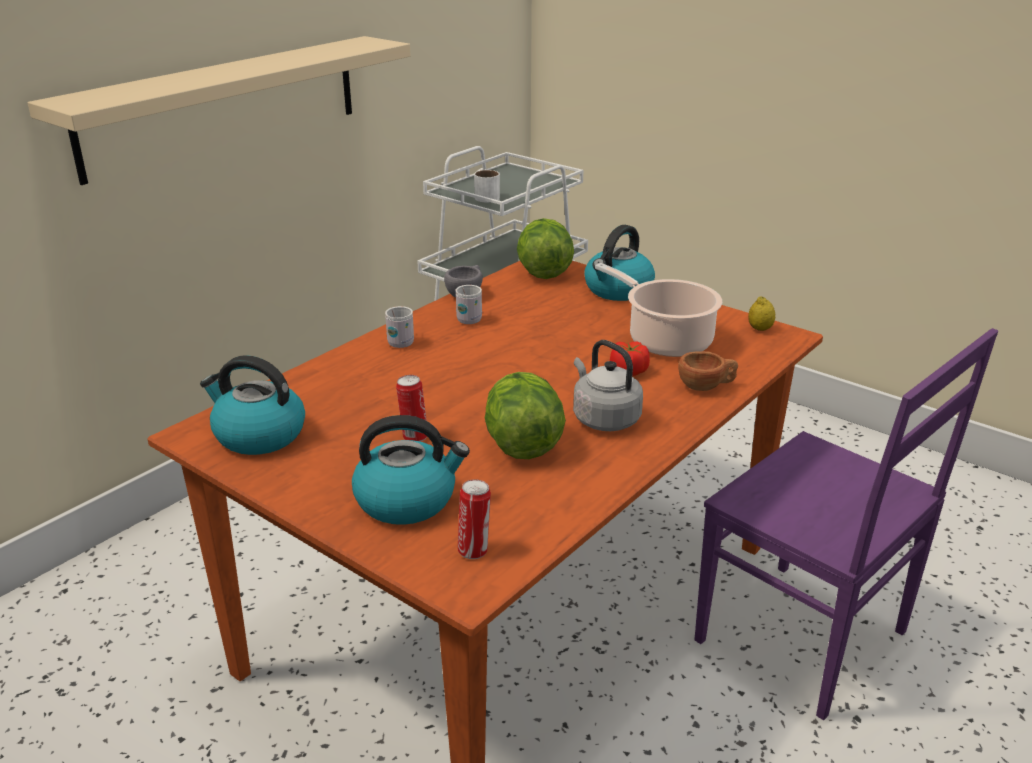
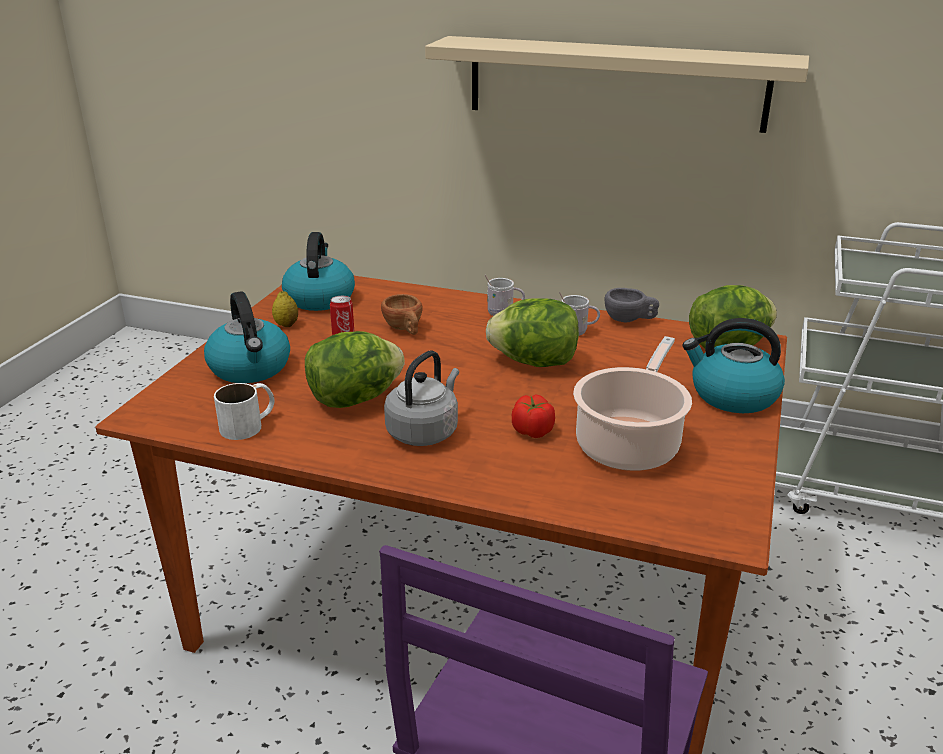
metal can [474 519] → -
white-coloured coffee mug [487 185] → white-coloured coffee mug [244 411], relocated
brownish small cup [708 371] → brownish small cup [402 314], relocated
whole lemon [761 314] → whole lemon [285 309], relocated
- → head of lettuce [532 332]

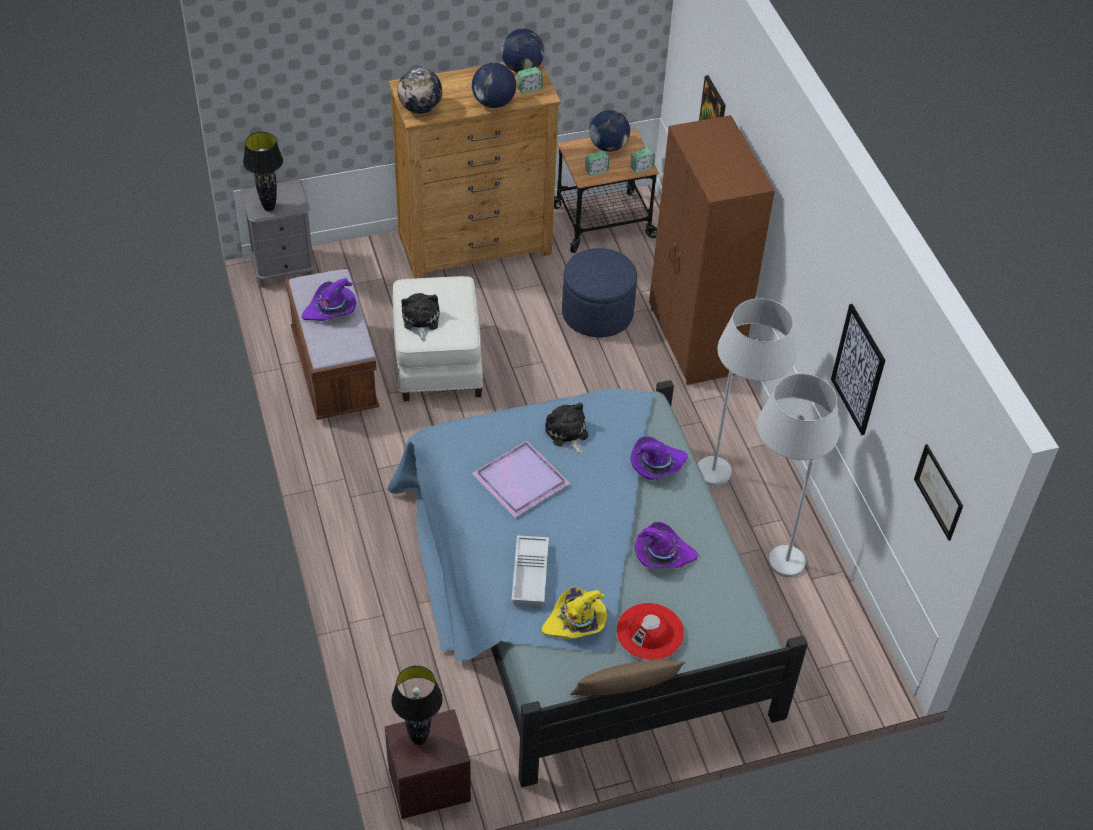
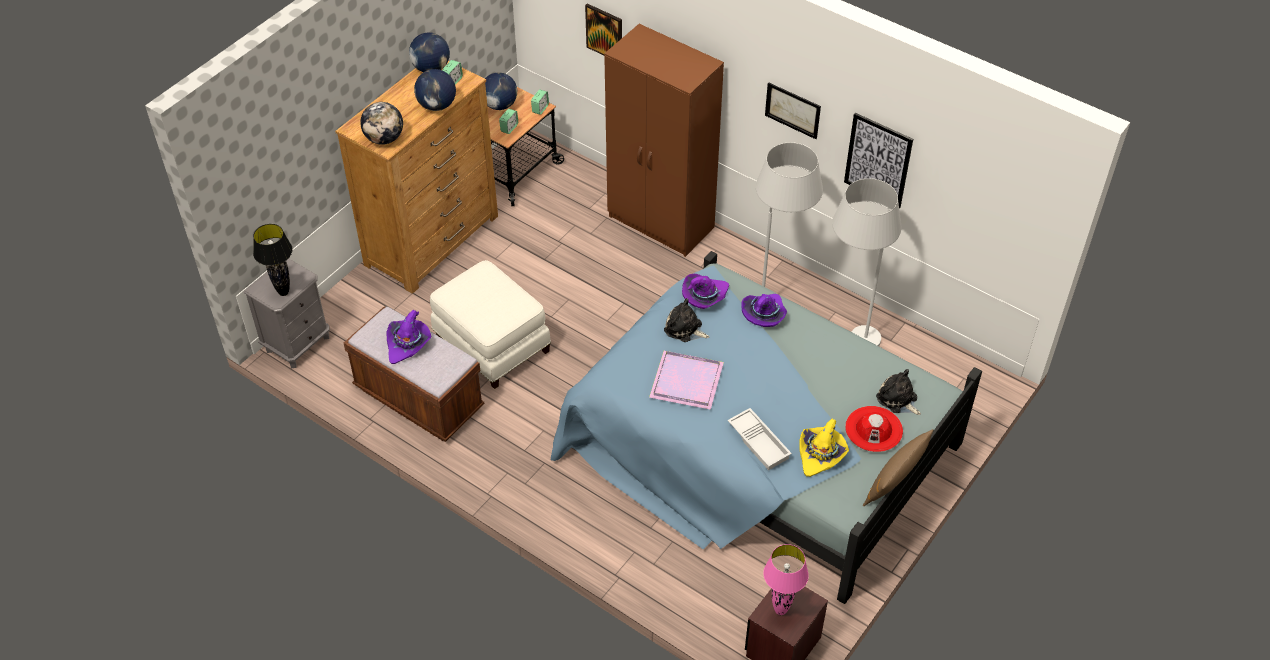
black tabletop lamp [417 705] → pinkish tabletop lamp [786 579]
cuddly toy [420 317] → cuddly toy [898 392], relocated
blue pouffe [599 292] → -
purple hat [666 545] → purple hat [705 291], relocated
picture [938 492] → picture [793 110], relocated

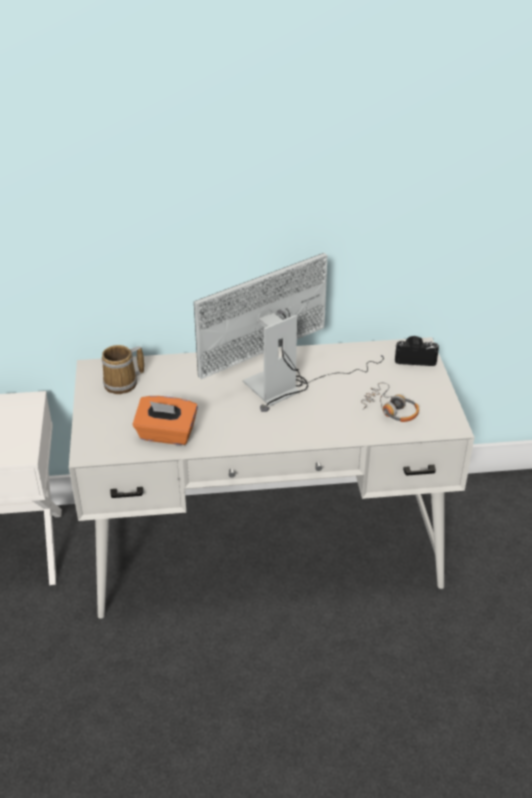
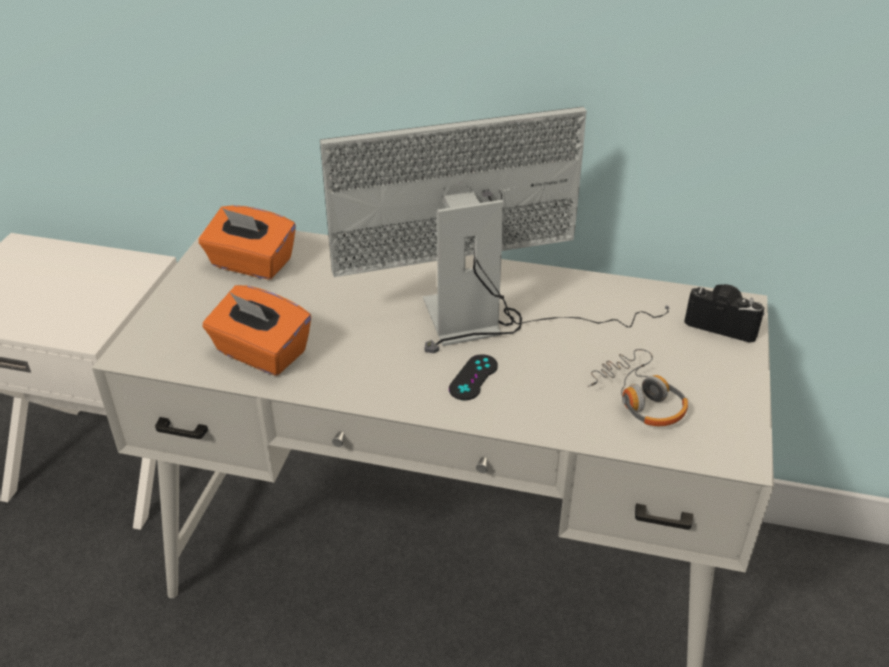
coffee mug [122 369] → orangey tissue box [247 242]
- → black joypad [473 377]

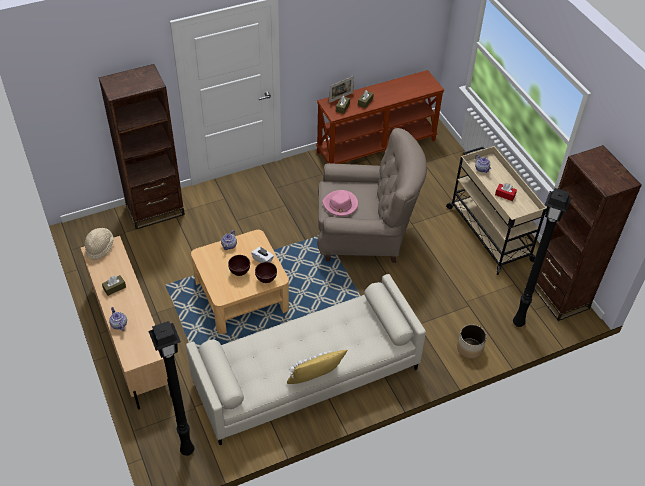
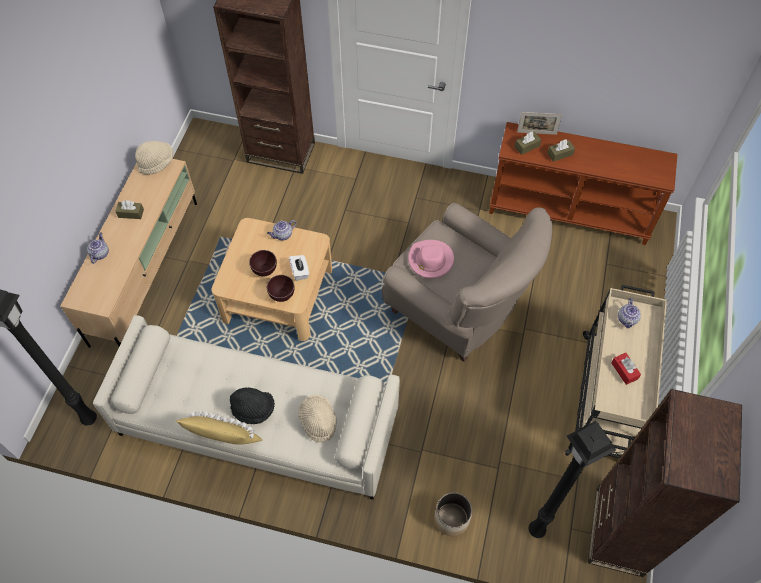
- → black hat [252 406]
- → beige hat [317 418]

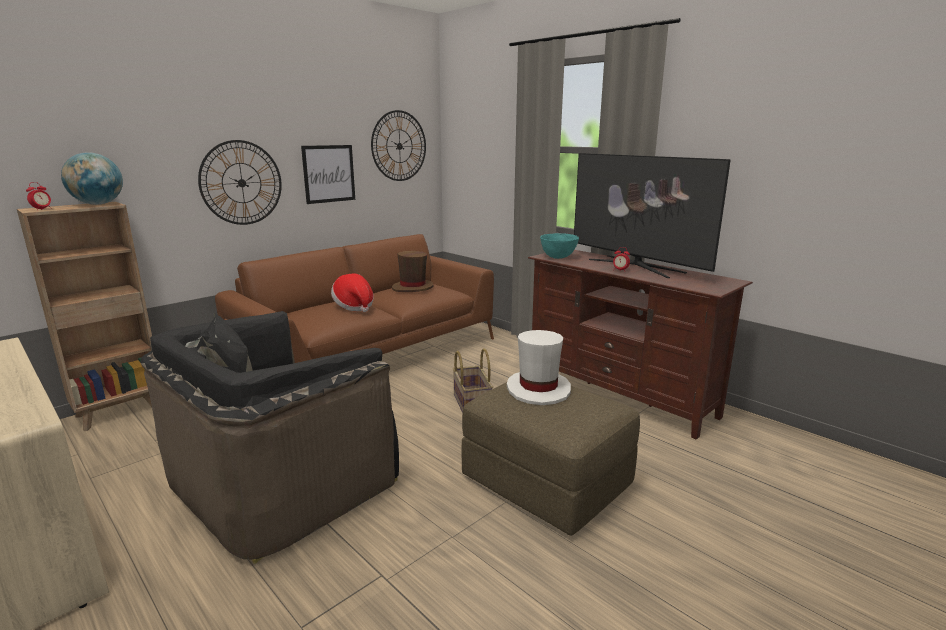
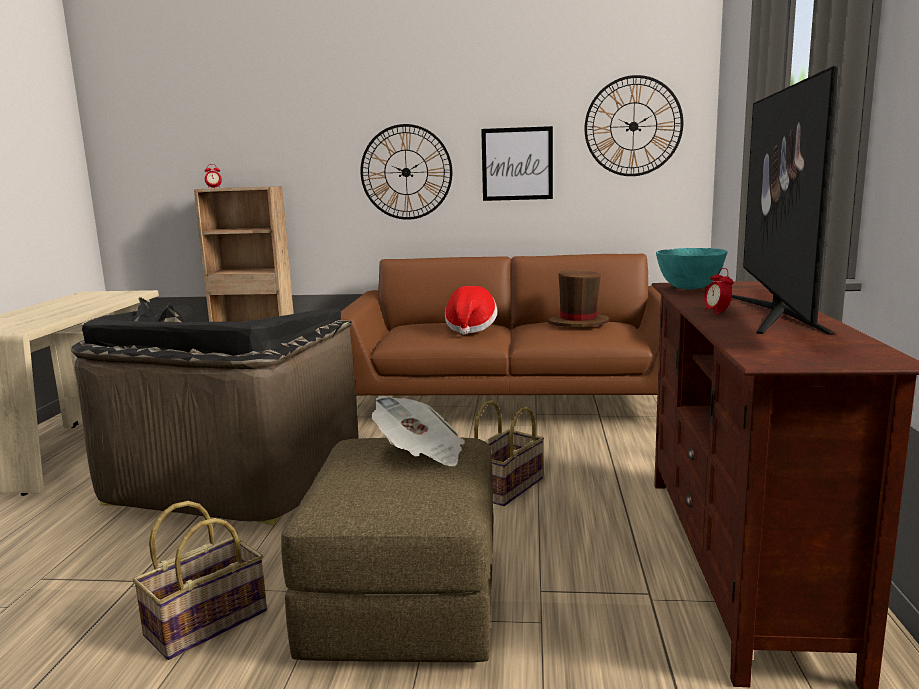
globe [92 178] → -
black easy chair [269 437] → black easy chair [214 411], 75 degrees counterclockwise
white-coloured hat [539 367] → daily paper [418 431]
- → basket [199 580]

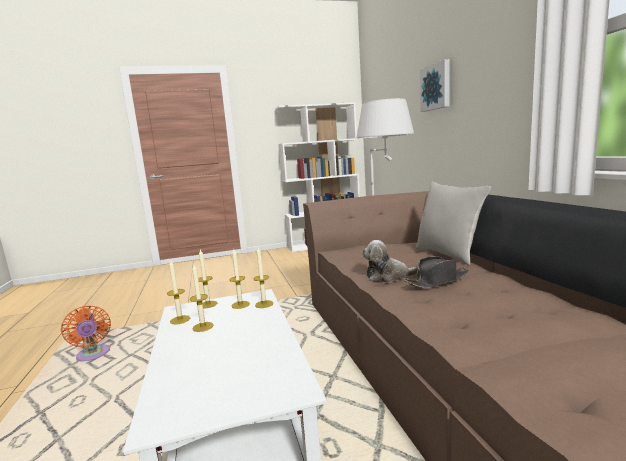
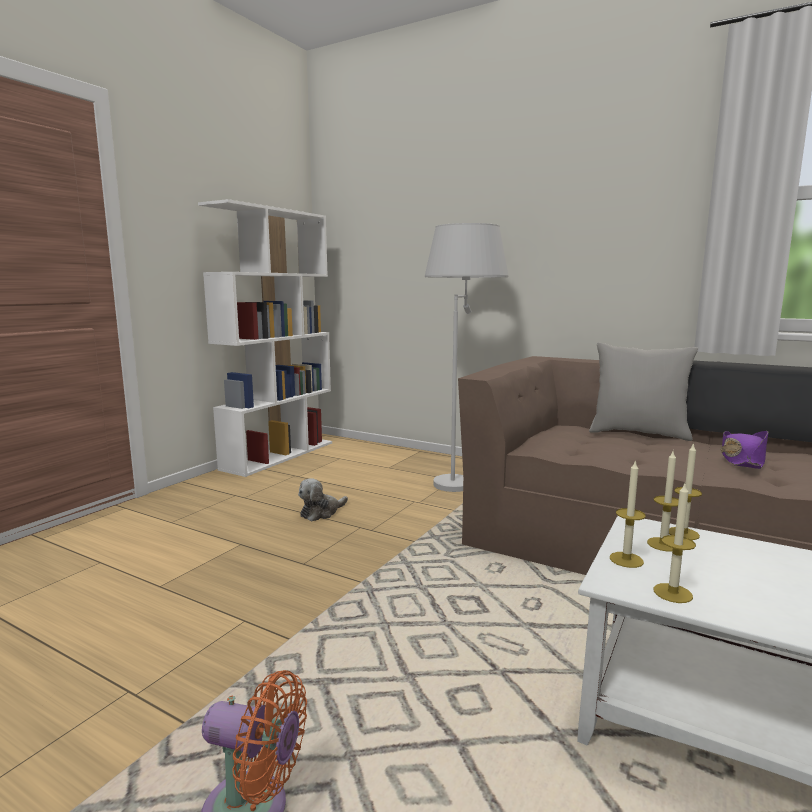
wax light [202 298] → -
cuddly toy [390 261] → cuddly toy [323 499], relocated
black hat [436 272] → purple hat [744 450]
picture [435 85] → -

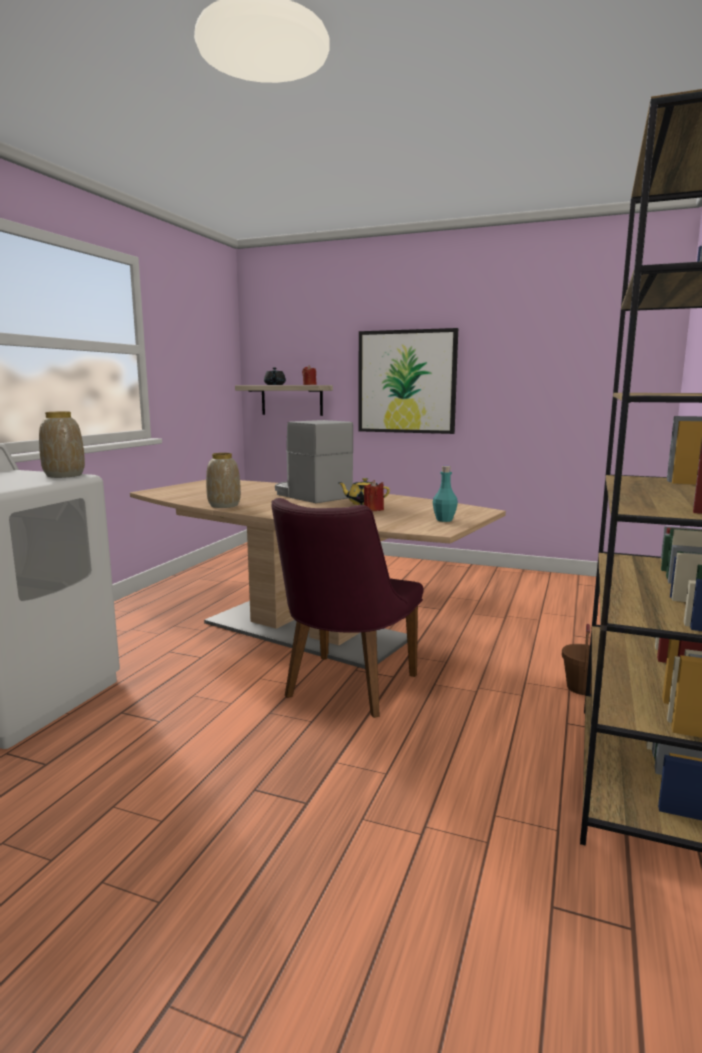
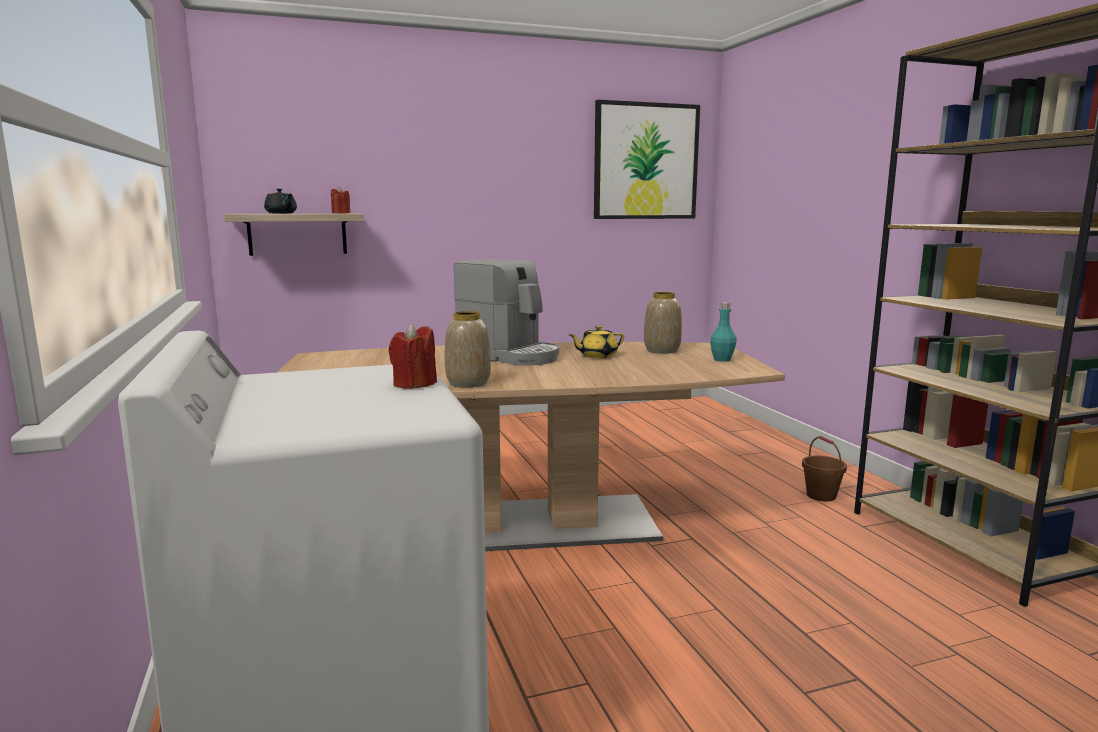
decorative vase [62 445] → decorative vase [663 323], relocated
purple upright chair [347 608] → -
coffee brewer [314 461] → coffee brewer [506 312], 150 degrees counterclockwise
picture [408 381] → picture [647 159], relocated
reddish wax light [374 495] → reddish wax light [413 356], relocated

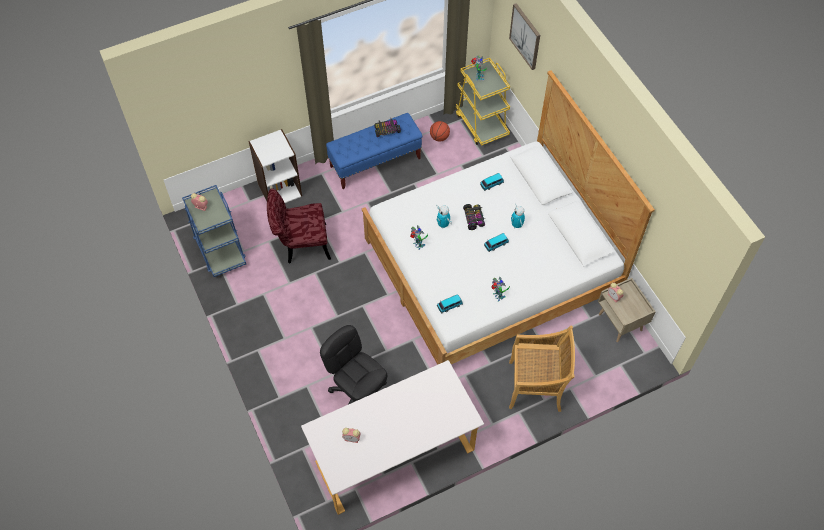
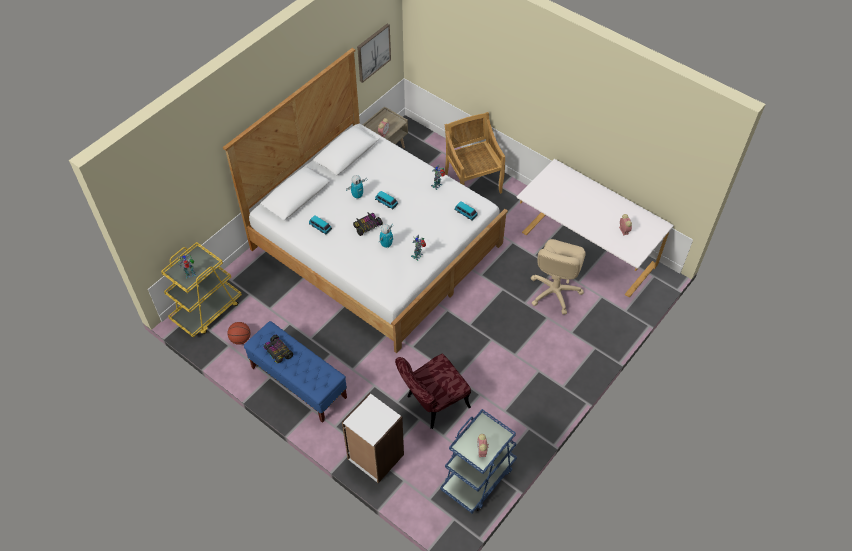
reddish upright chair [299 226] → reddish upright chair [433 391], 90 degrees clockwise
black computer chair [353 364] → beige computer chair [558 277]
picture [524 36] → picture [374 53], relocated

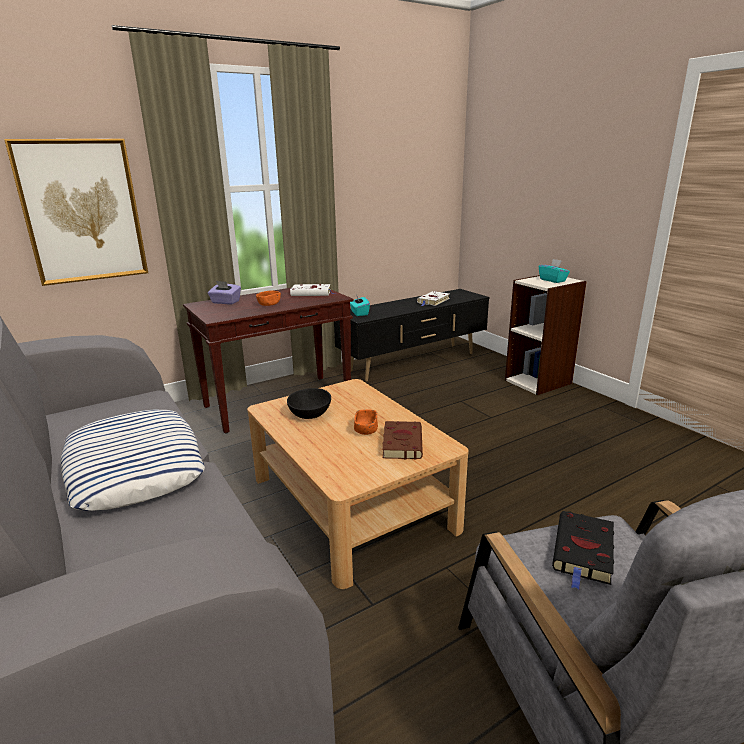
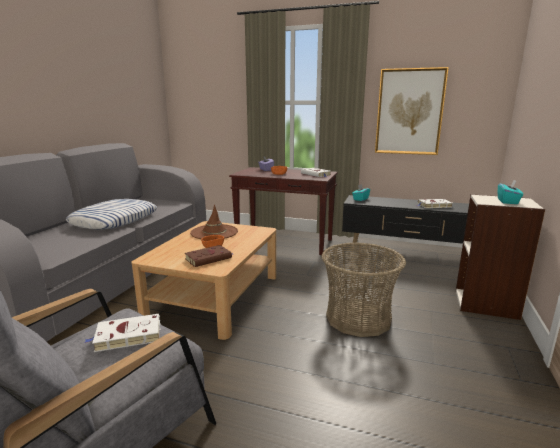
picture [76 212] → picture [412 111], relocated
black bowl [309 403] → brownish hat [214 222]
black book [583 550] → white-coloured book [122 333]
- → basket [363 289]

